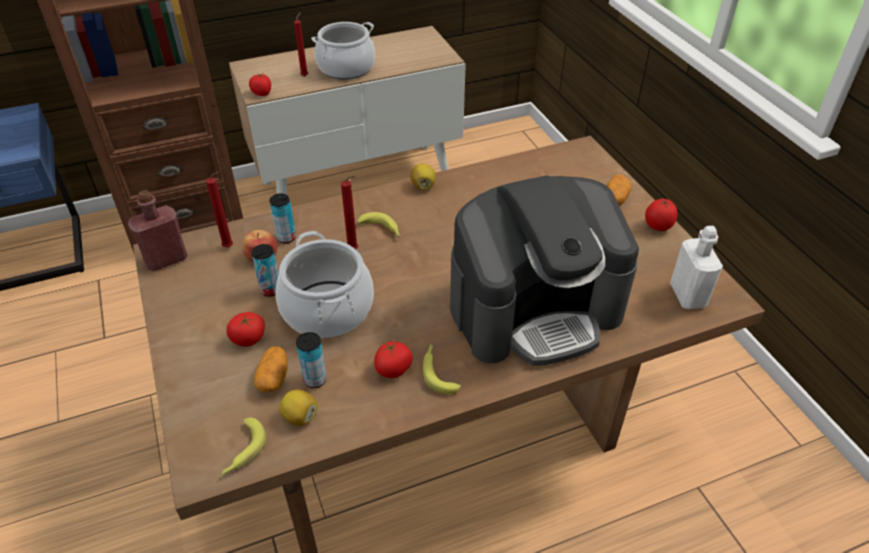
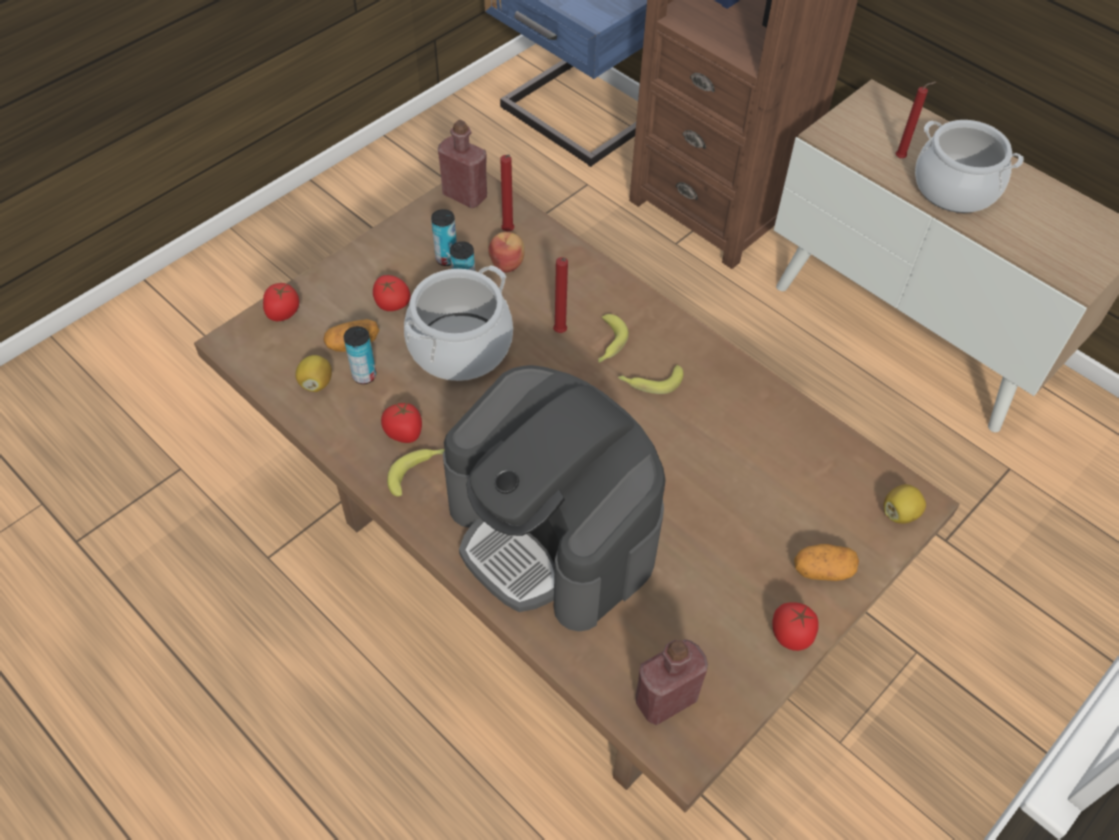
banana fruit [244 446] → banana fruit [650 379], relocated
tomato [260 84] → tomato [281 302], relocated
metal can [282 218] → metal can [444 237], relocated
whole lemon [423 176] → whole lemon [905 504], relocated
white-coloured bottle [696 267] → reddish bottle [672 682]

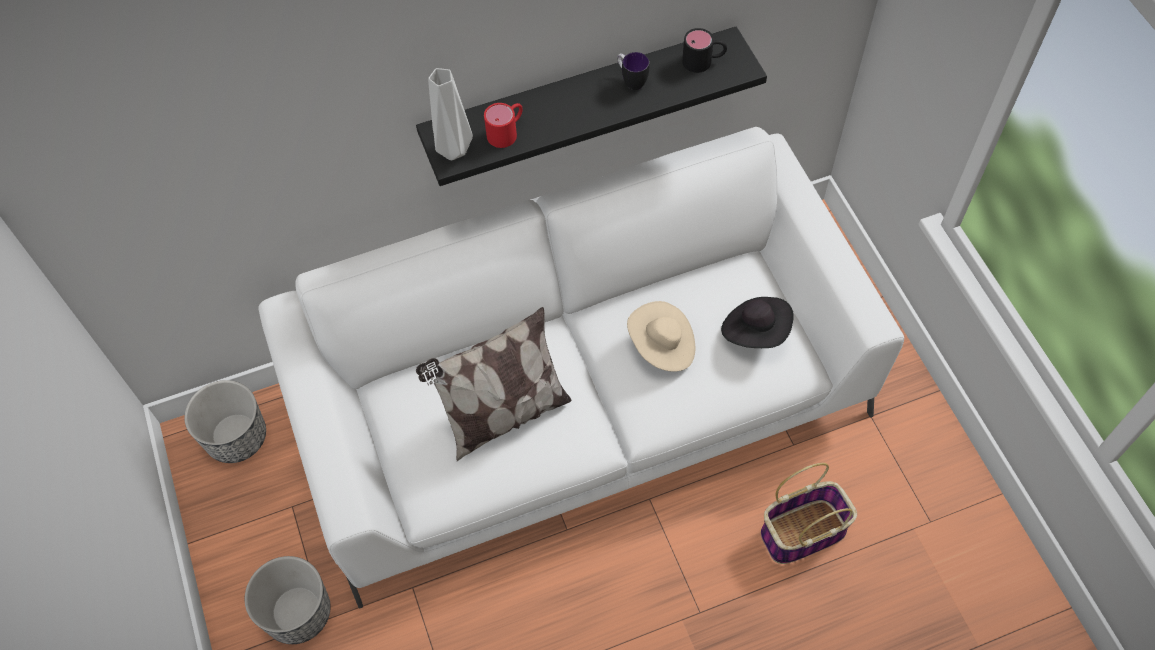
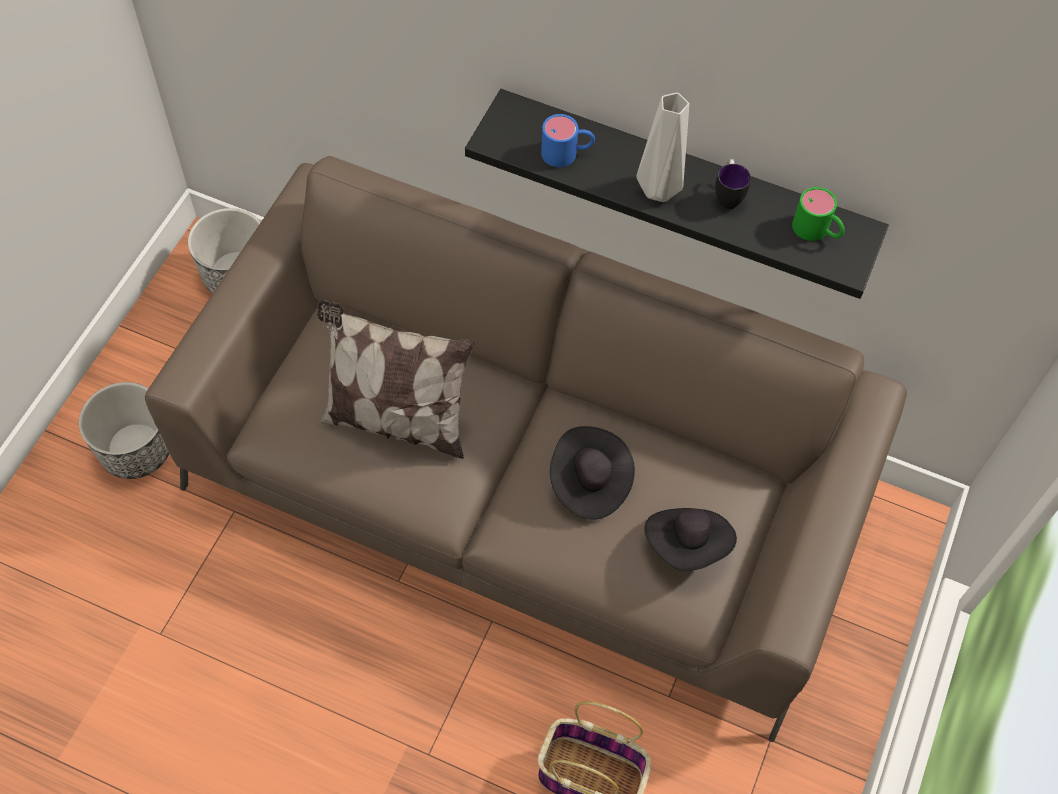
white-coloured settee [581 367] → brownish settee [526 449]
gray decorative vase [450 114] → gray decorative vase [663 147], relocated
reddish coffee mug [503 125] → blue coffee mug [568 140]
beige hat [661 336] → black hat [592 473]
black coffee mug [704 50] → greenish coffee mug [818 214]

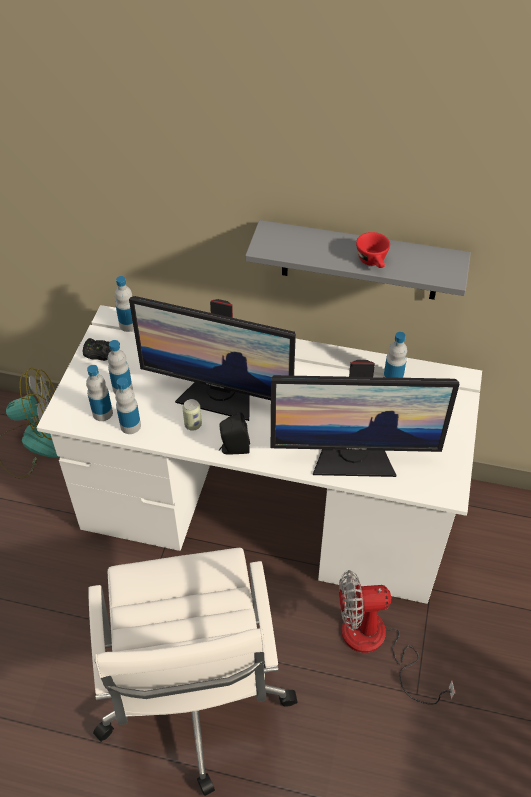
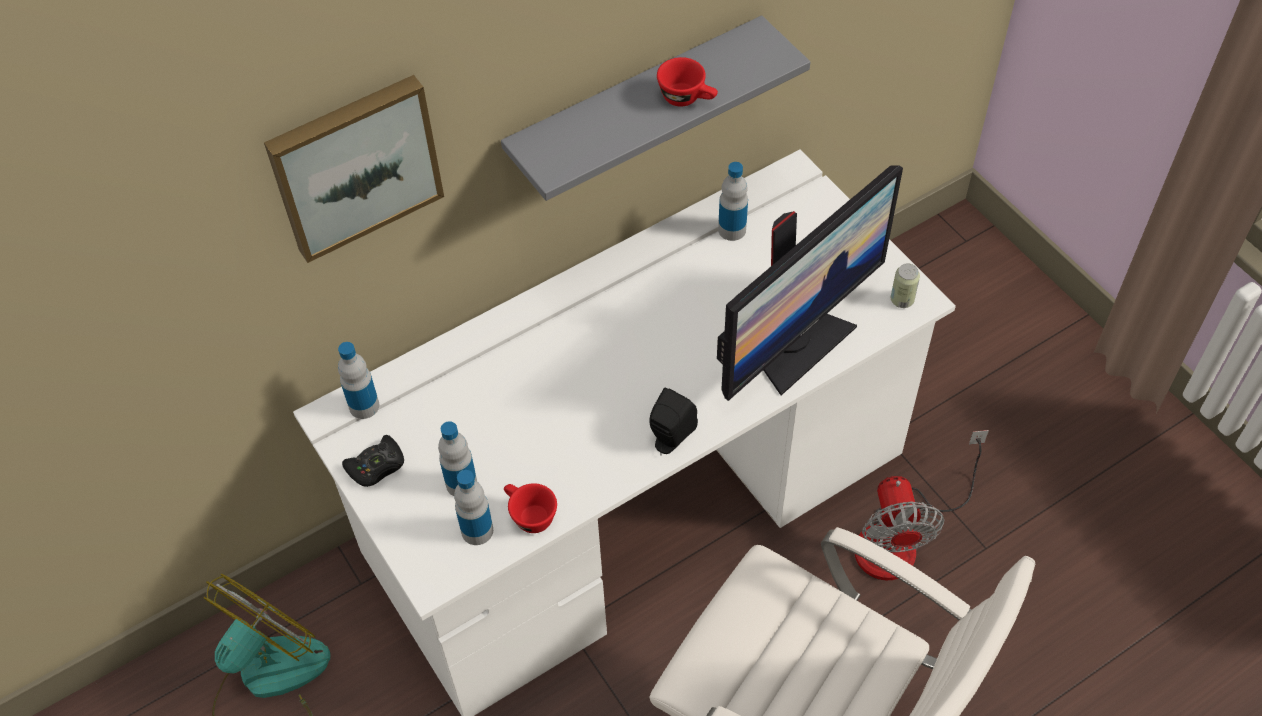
bottle [128 406] → reddish small cup [530 508]
monitor [212 358] → -
metal can [192 415] → metal can [905 285], relocated
fan [397 637] → fan [922 505], 45 degrees counterclockwise
- → picture [354 169]

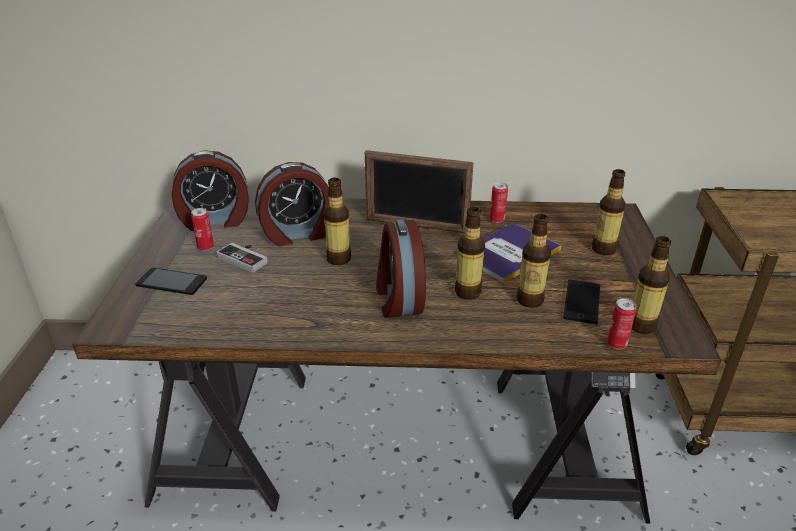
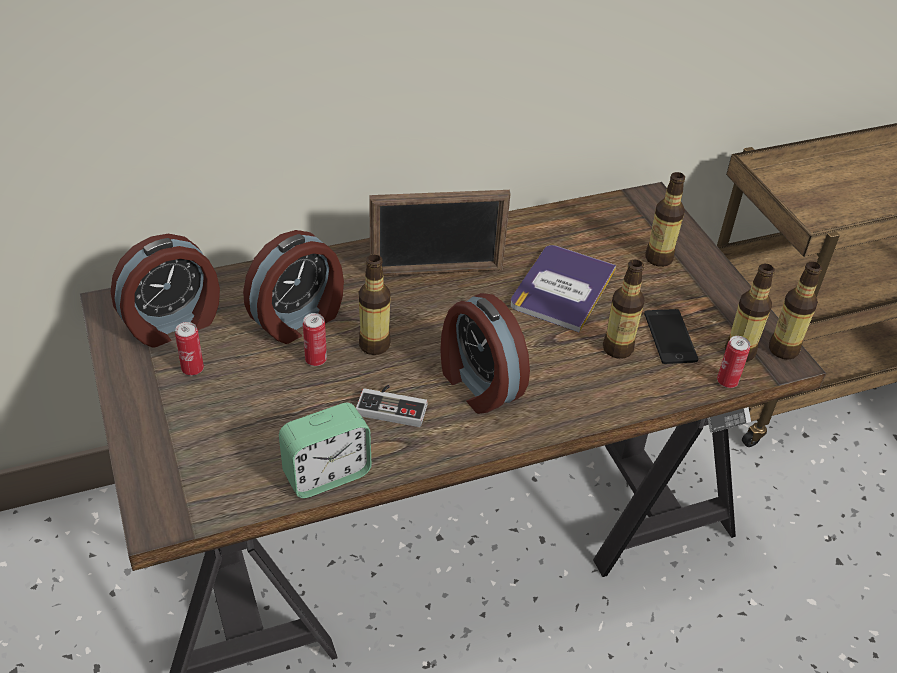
telephone [171 281] → -
joypad [242 258] → joypad [392 406], relocated
bottle [470 253] → bottle [795 311], relocated
metal can [499 202] → metal can [315 339], relocated
- → table clock [325 450]

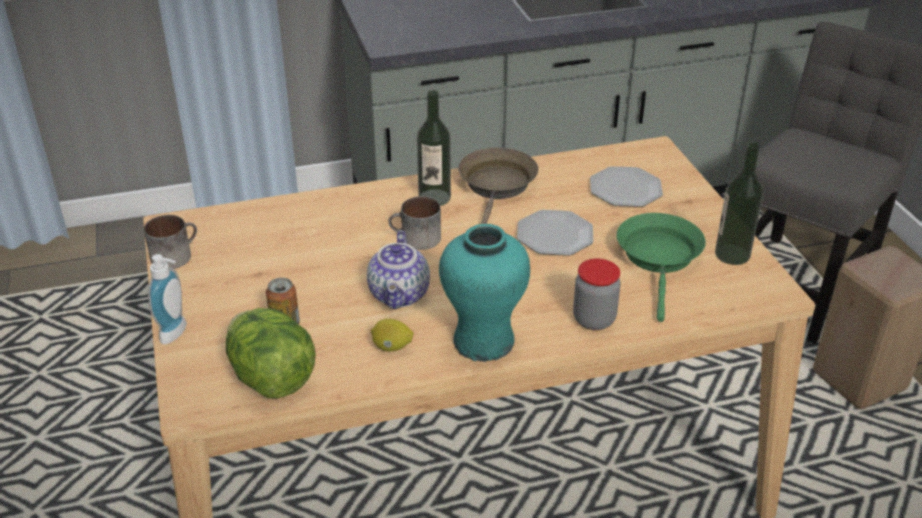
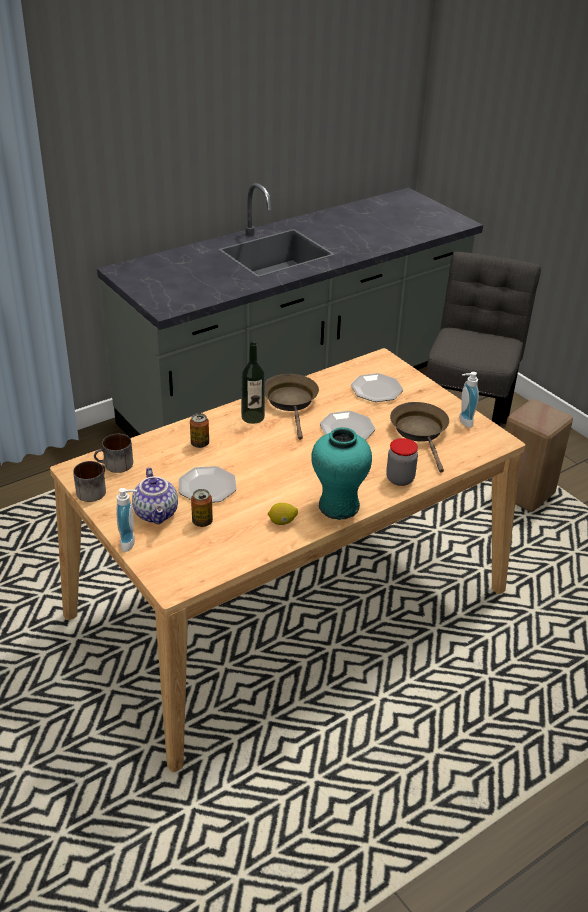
head of lettuce [271 353] → -
tea pot [398 269] → tea pot [155 495], relocated
coffee mug [414 223] → coffee mug [113 453], relocated
greenish frying pan [661 267] → brownish frying pan [419 437]
bottle [739 203] → soap bottle [469 400]
- → plate [208 484]
- → metal can [199 430]

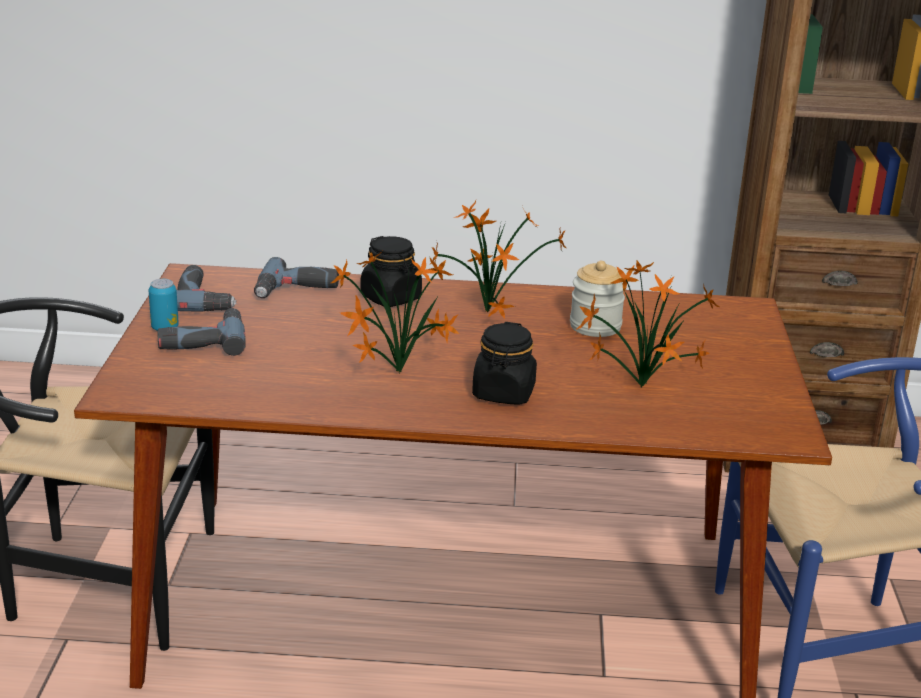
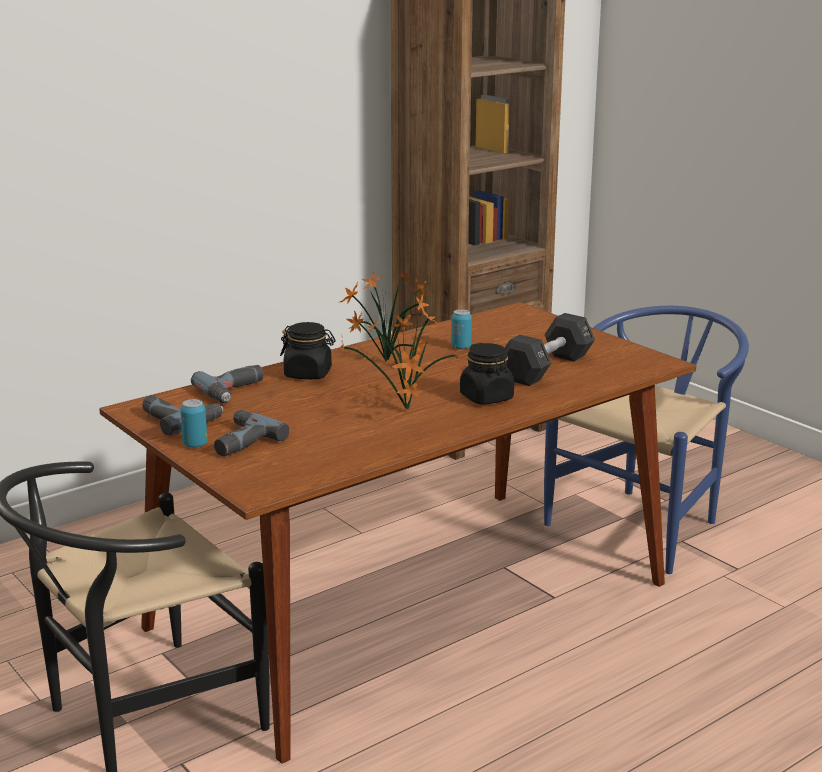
preserve jar [597 299] → metal can [461 329]
houseplant [647 324] → black dumbbell [550 349]

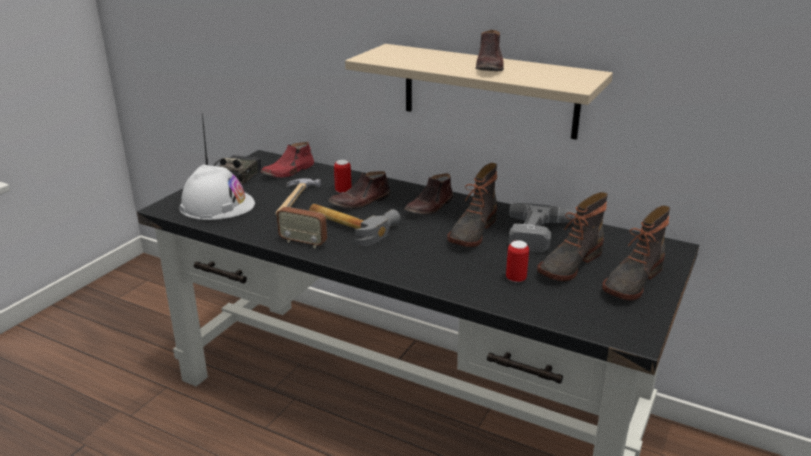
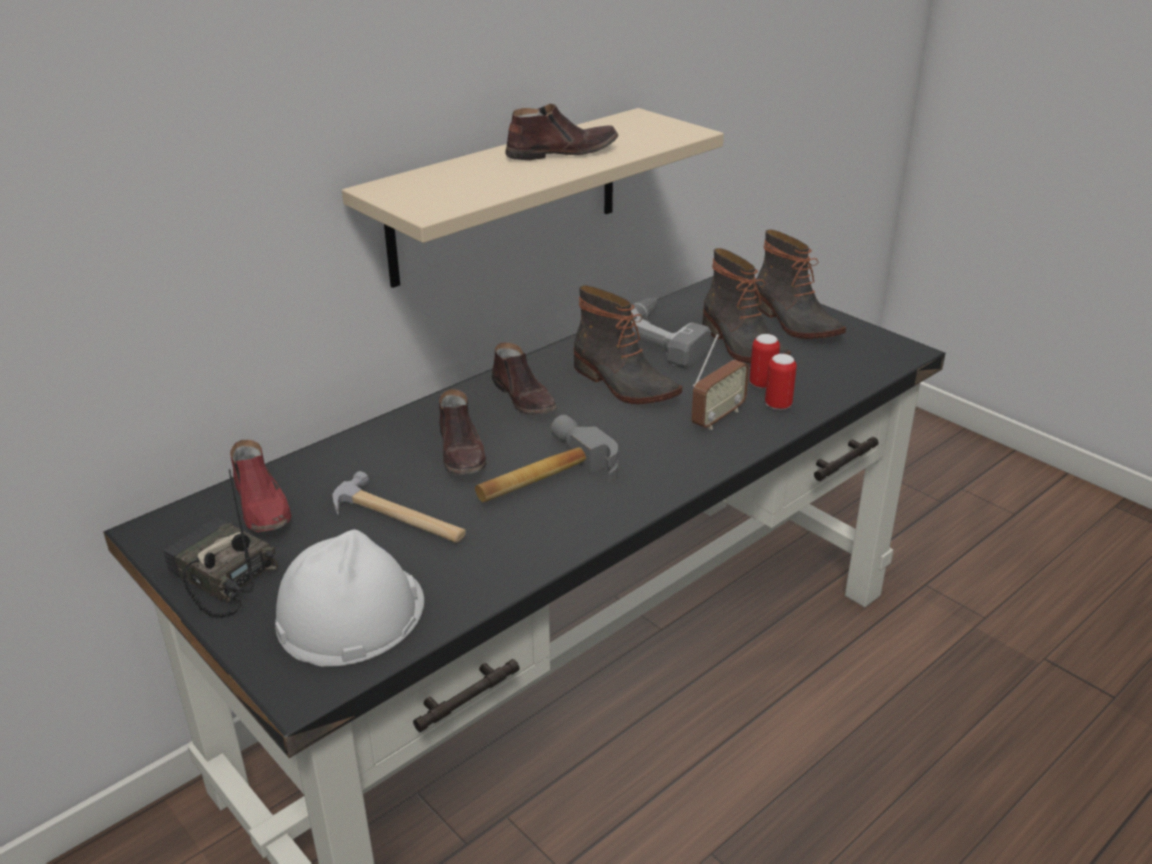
radio receiver [302 216] → radio receiver [720 382], relocated
metal can [343 176] → metal can [781 382], relocated
brownish shoe [490 50] → brownish shoe [562 132], 45 degrees counterclockwise

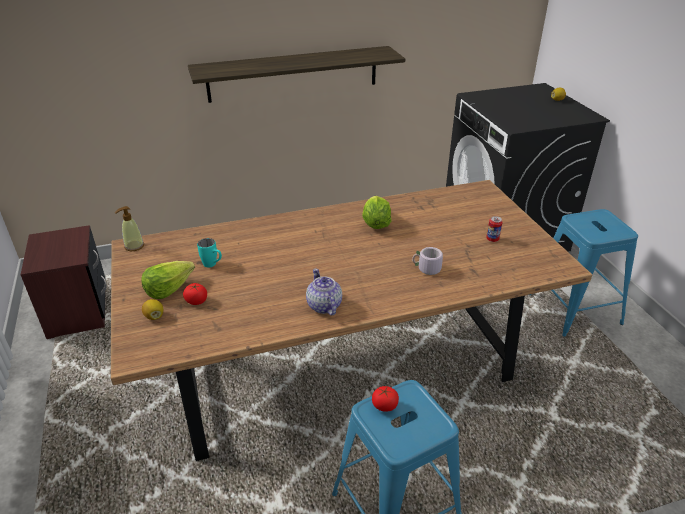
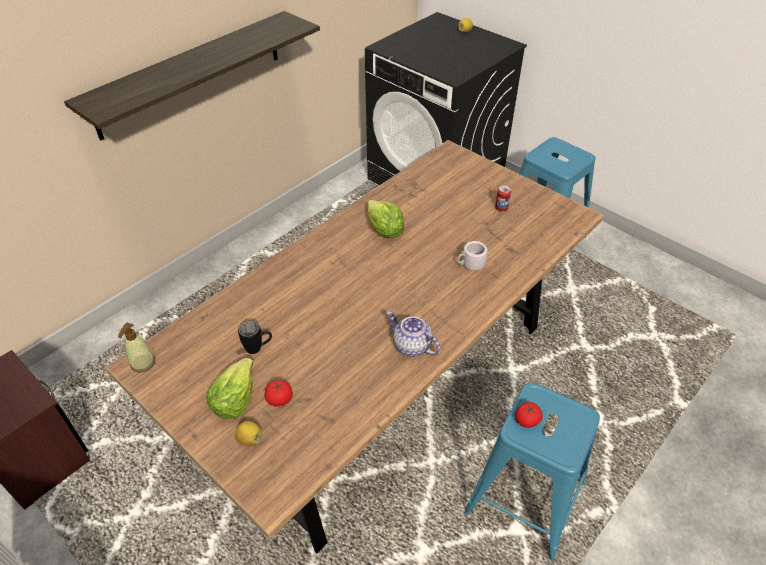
blue-green coffee mug [209 252] → black coffee mug [255 337]

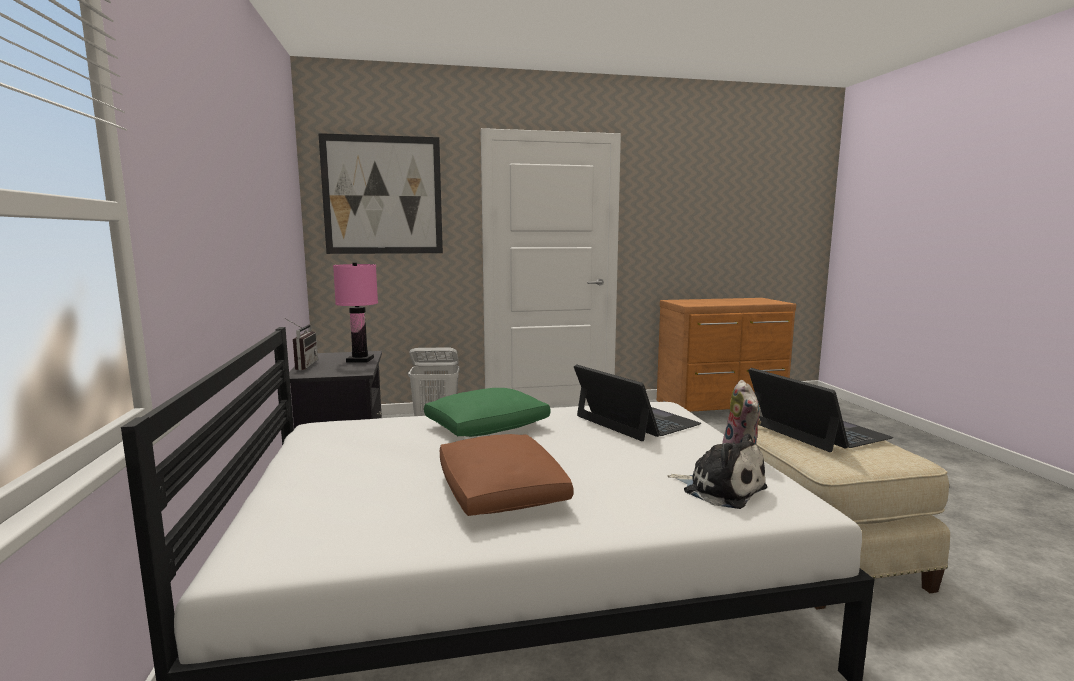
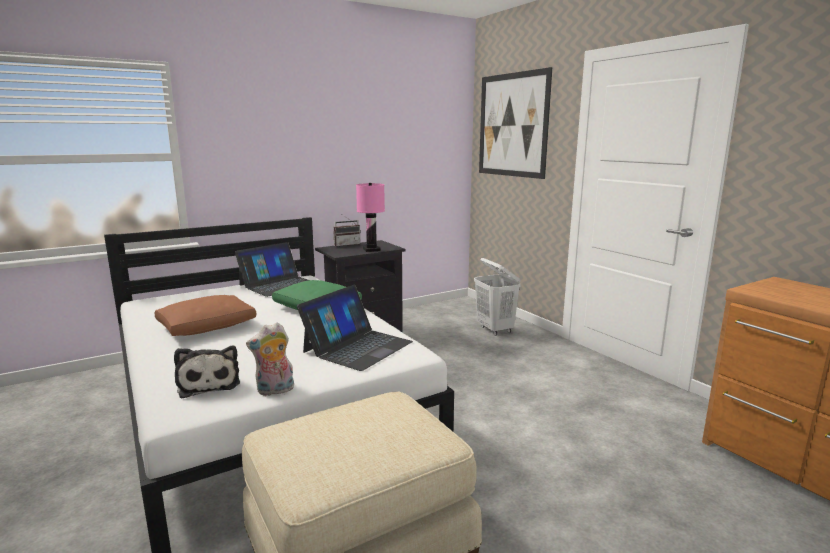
cuddly toy [717 471] → cuddly toy [207 372], 45 degrees counterclockwise
portable computer [820 410] → portable computer [272 269], relocated

